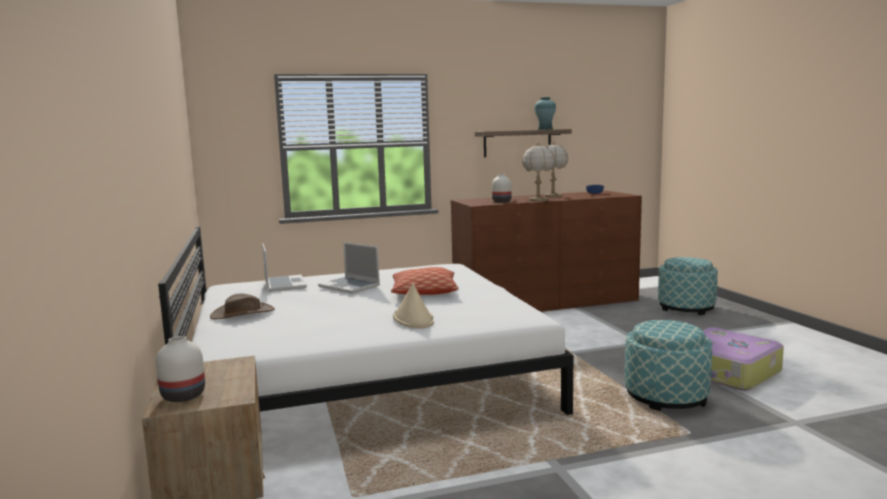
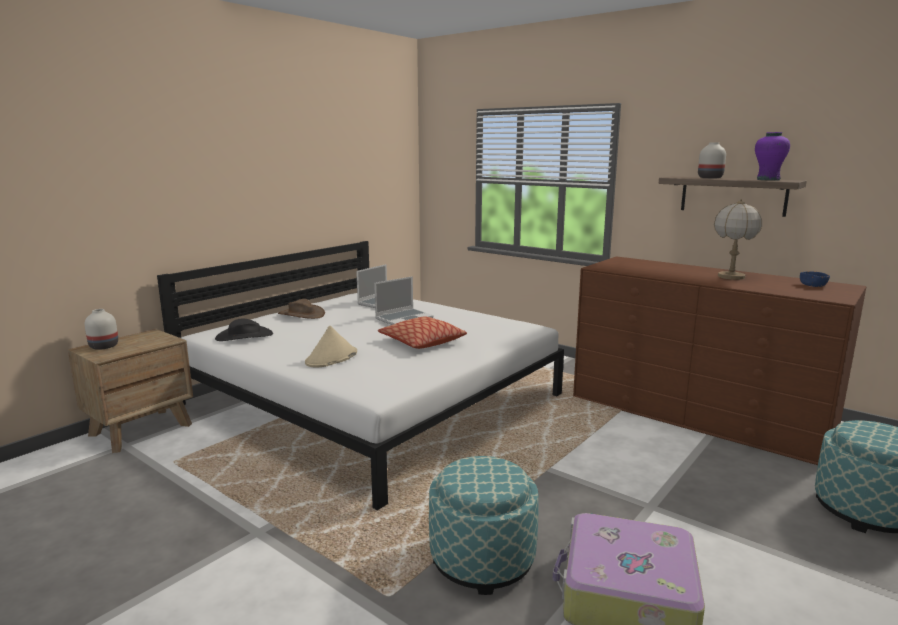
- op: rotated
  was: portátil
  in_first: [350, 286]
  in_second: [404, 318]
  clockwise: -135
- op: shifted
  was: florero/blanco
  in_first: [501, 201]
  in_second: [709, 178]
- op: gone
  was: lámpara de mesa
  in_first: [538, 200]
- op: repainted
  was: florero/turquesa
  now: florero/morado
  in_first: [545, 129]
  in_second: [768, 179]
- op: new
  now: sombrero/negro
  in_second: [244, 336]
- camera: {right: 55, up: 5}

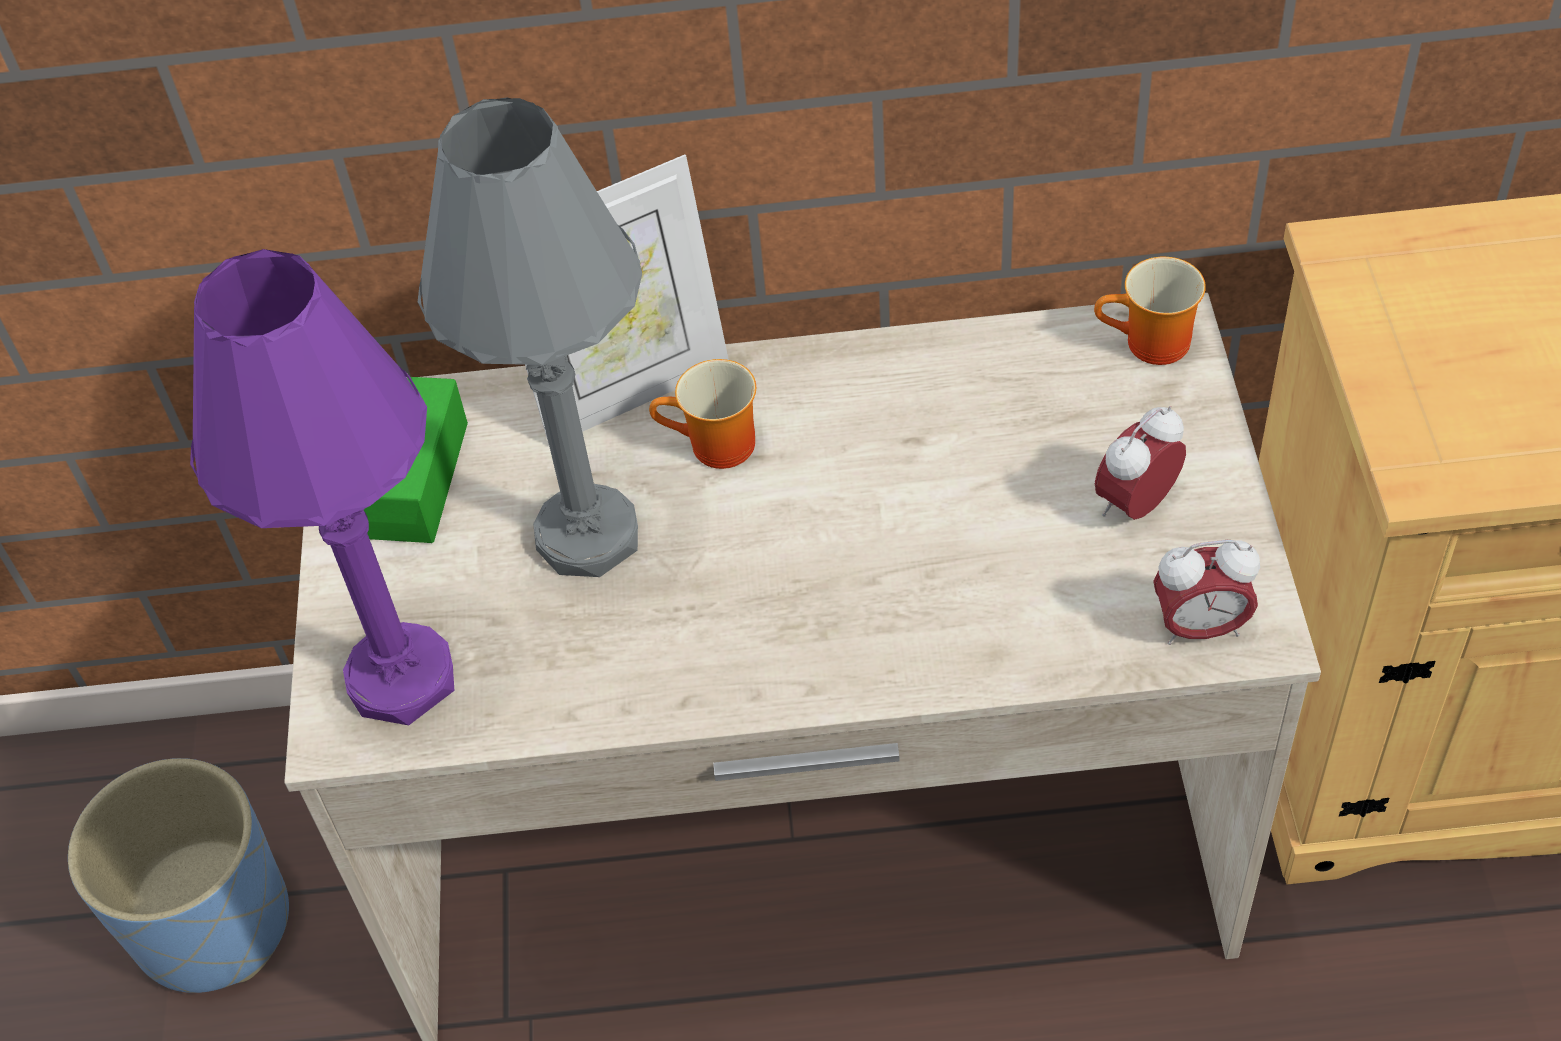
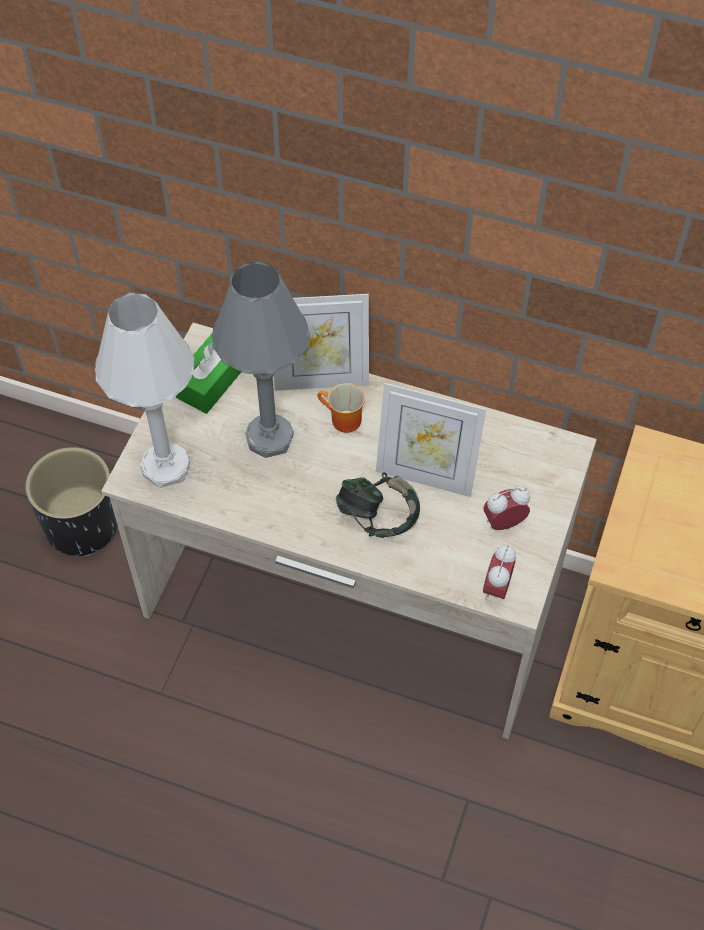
- op: repainted
  was: maceta/azul
  now: maceta/negro
  in_first: [215, 923]
  in_second: [83, 526]
- op: repainted
  was: lámpara de mesa/morado
  now: lámpara de mesa/blanco
  in_first: [402, 678]
  in_second: [166, 467]
- op: gone
  was: taza grande
  in_first: [1151, 346]
- op: rotated
  was: despertador
  in_first: [1199, 627]
  in_second: [497, 588]
  clockwise: 90
- op: new
  now: auriculares
  in_second: [377, 518]
- op: new
  now: portarretratos
  in_second: [425, 475]
- camera: {right: 20, up: 5}

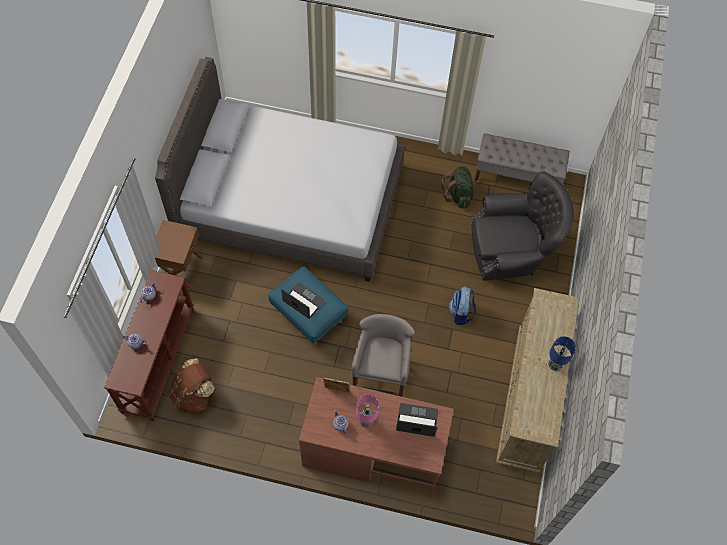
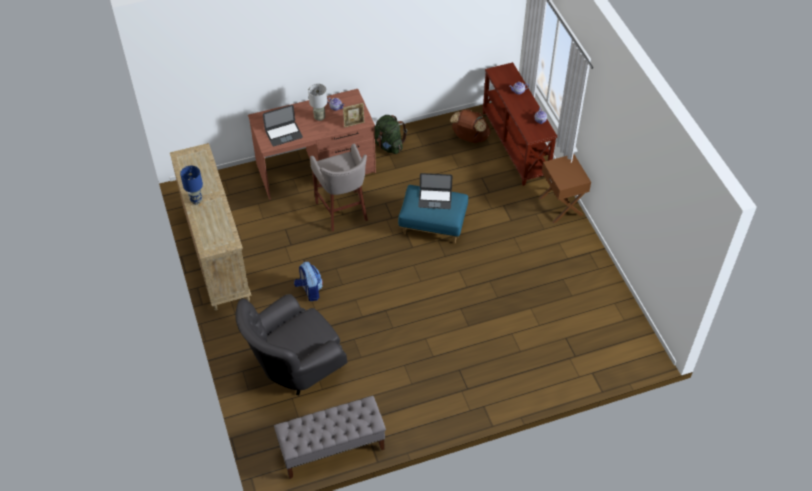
- op: gone
  was: cama/gris
  in_first: [290, 203]
- op: repainted
  was: lámpara de mesa/rosa
  now: lámpara de mesa/gris
  in_first: [366, 421]
  in_second: [319, 117]
- op: shifted
  was: mochila/verde
  in_first: [458, 195]
  in_second: [389, 145]
- camera: {right: 150, up: -10}

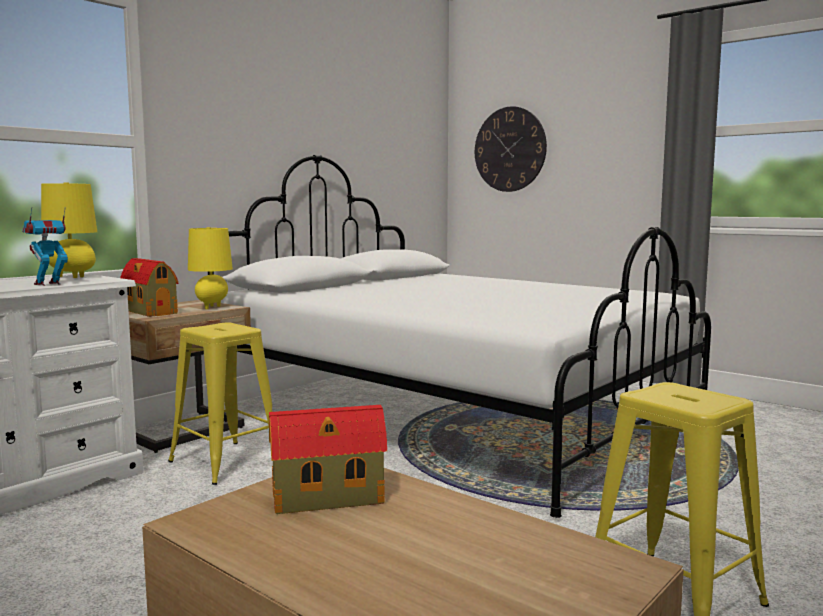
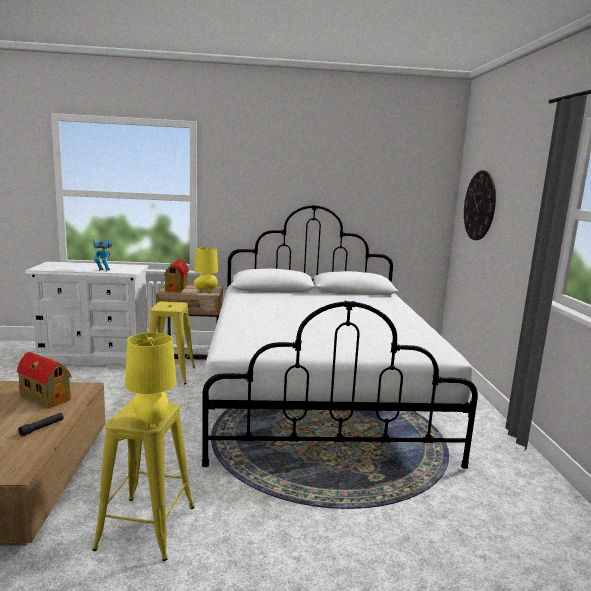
- op: shifted
  was: lámpara de mesa/amarillo
  in_first: [73, 277]
  in_second: [152, 423]
- op: new
  now: linterna/negro
  in_second: [42, 427]
- camera: {right: 45, up: 5}

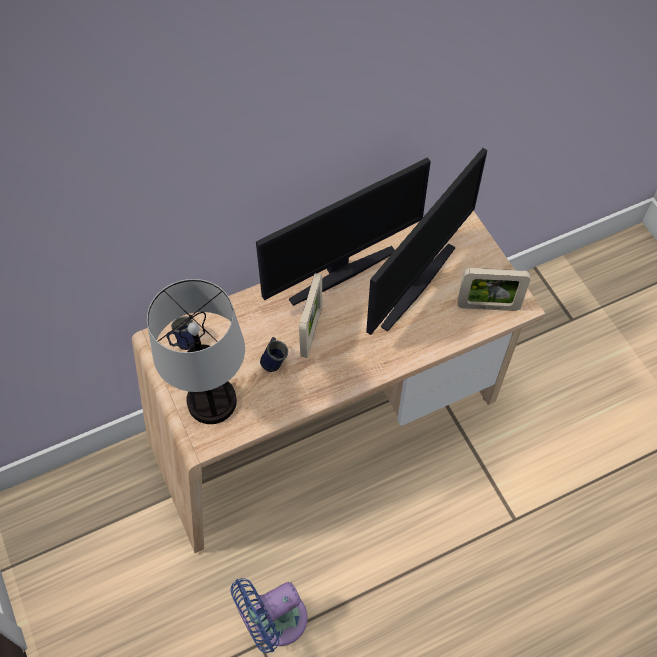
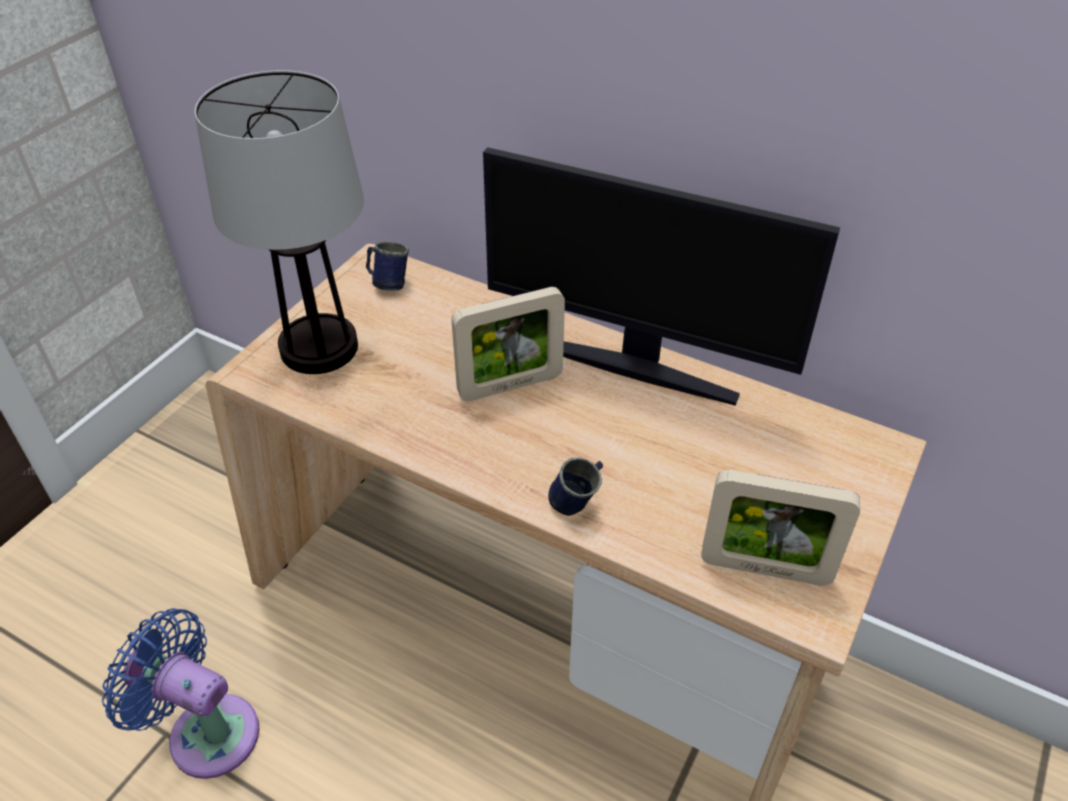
- op: shifted
  was: taza grande/azul
  in_first: [274, 360]
  in_second: [578, 502]
- op: gone
  was: monitor
  in_first: [415, 284]
- op: rotated
  was: portarretratos
  in_first: [488, 306]
  in_second: [765, 569]
  clockwise: -45
- camera: {right: 55, up: -15}

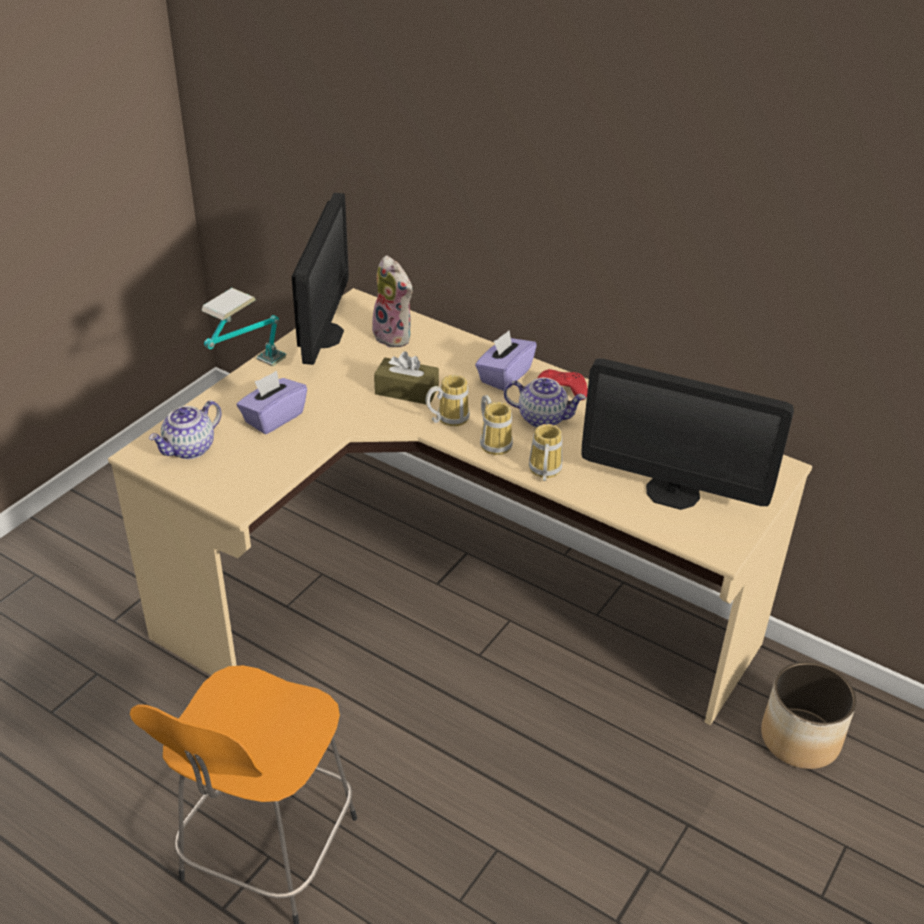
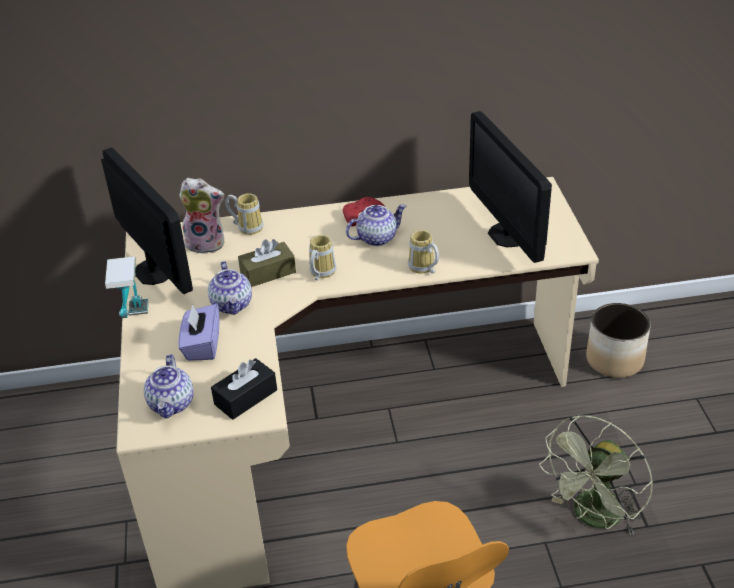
- op: gone
  was: caja de pañuelos/morado
  in_first: [504, 376]
- op: shifted
  was: taza grande
  in_first: [495, 442]
  in_second: [248, 226]
- op: rotated
  was: monitor
  in_first: [672, 492]
  in_second: [507, 235]
  clockwise: 90
- op: new
  now: tetera
  in_second: [232, 304]
- op: new
  now: caja de pañuelos/negro
  in_second: [246, 397]
- op: new
  now: ventilador/verde
  in_second: [594, 518]
- camera: {right: -40, up: 0}

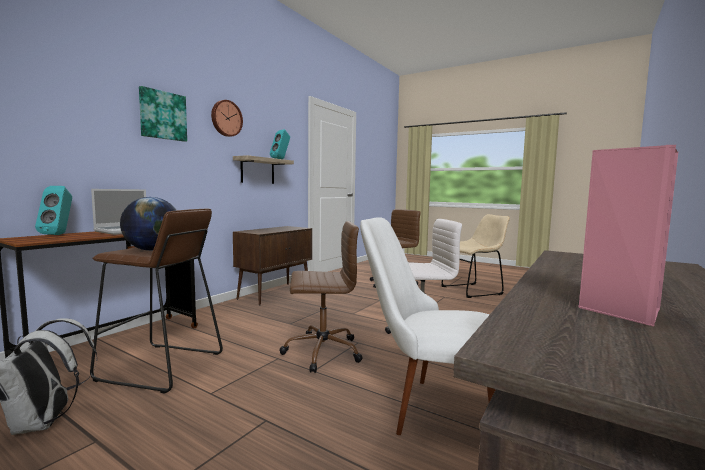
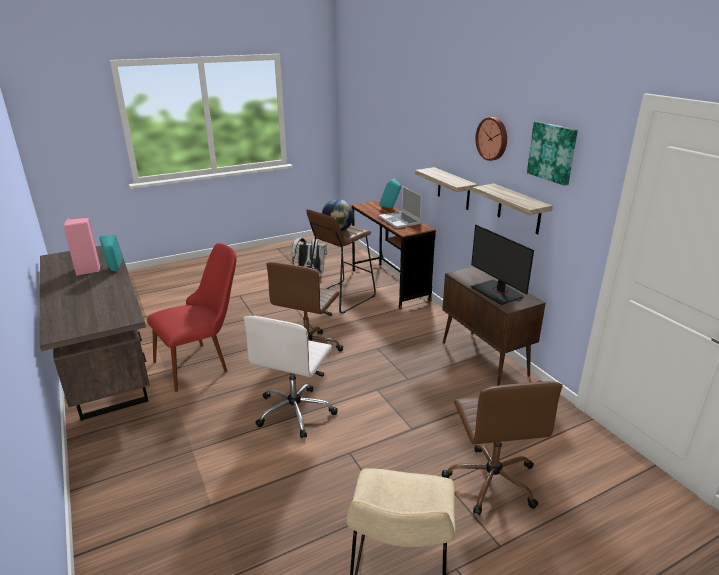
- op: shifted
  was: cuadro
  in_first: [162, 115]
  in_second: [553, 152]
- op: shifted
  was: altavoz/turquesa
  in_first: [281, 159]
  in_second: [115, 270]
- op: repainted
  was: silla/blanco
  now: silla/rojo
  in_first: [430, 409]
  in_second: [202, 362]
- op: new
  now: estante
  in_second: [453, 189]
- op: new
  now: monitor
  in_second: [497, 292]
- camera: {right: 120, up: 20}

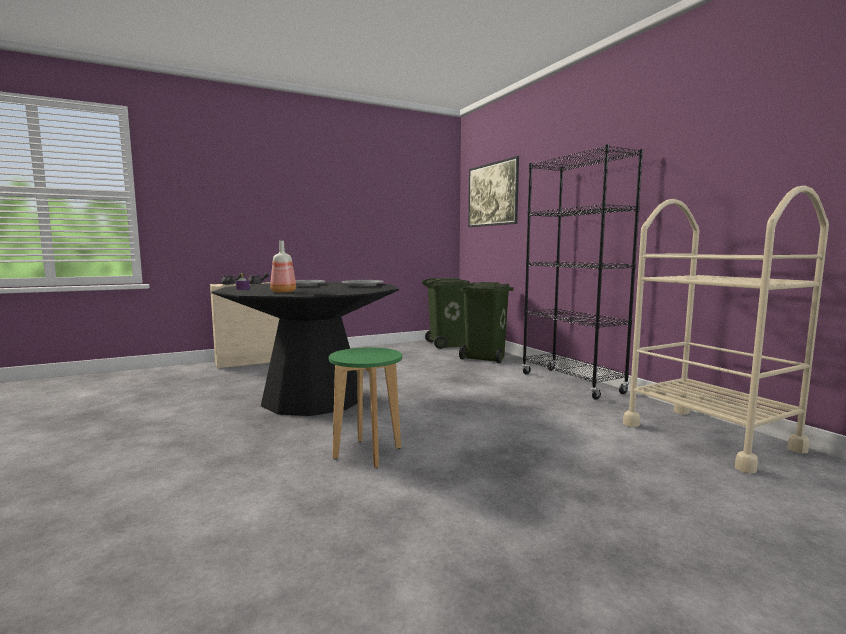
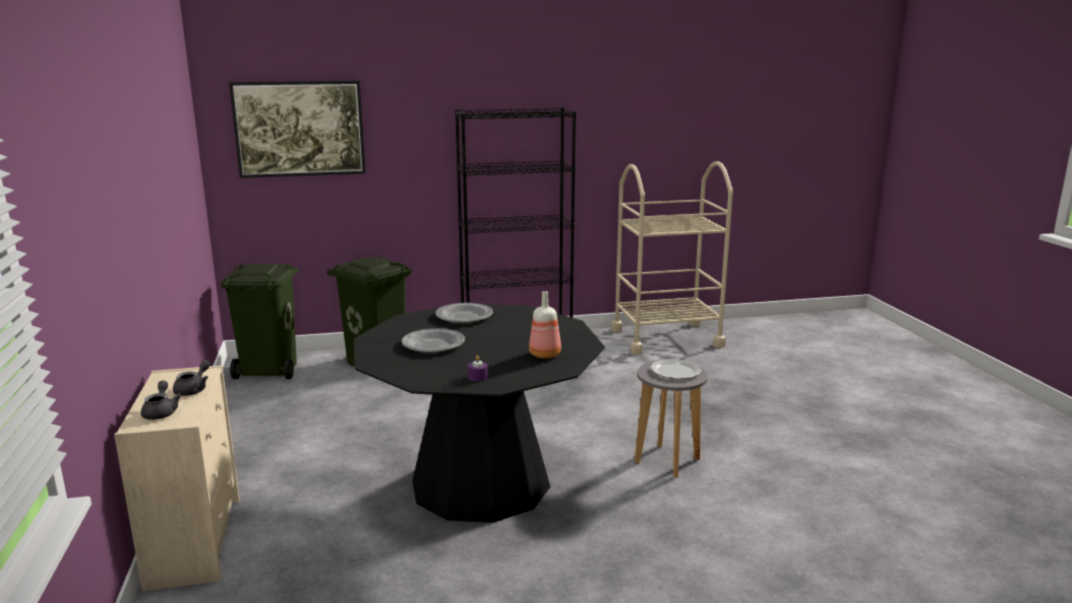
- op: repainted
  was: taburete/verde
  now: taburete/gris
  in_first: [367, 453]
  in_second: [667, 461]
- op: new
  now: plato
  in_second: [676, 371]
- camera: {right: -75, up: 10}

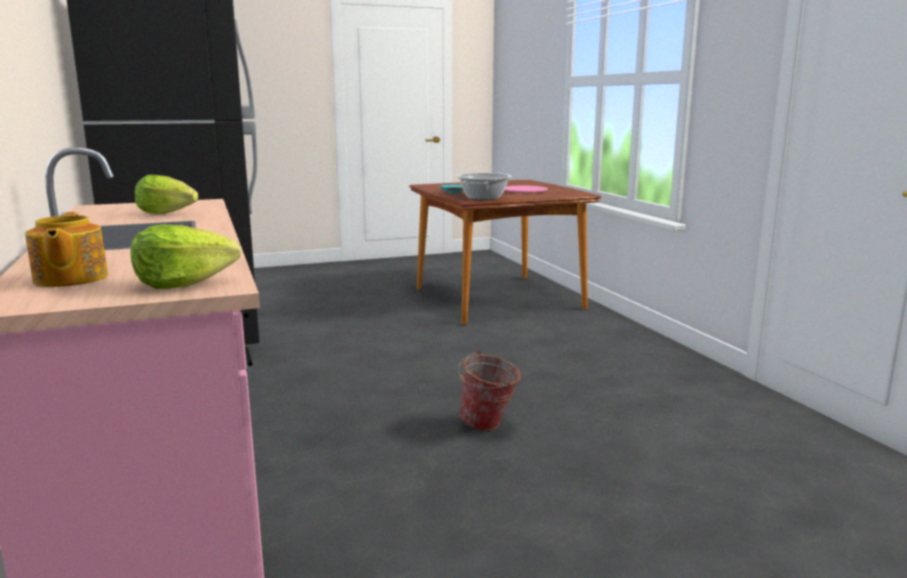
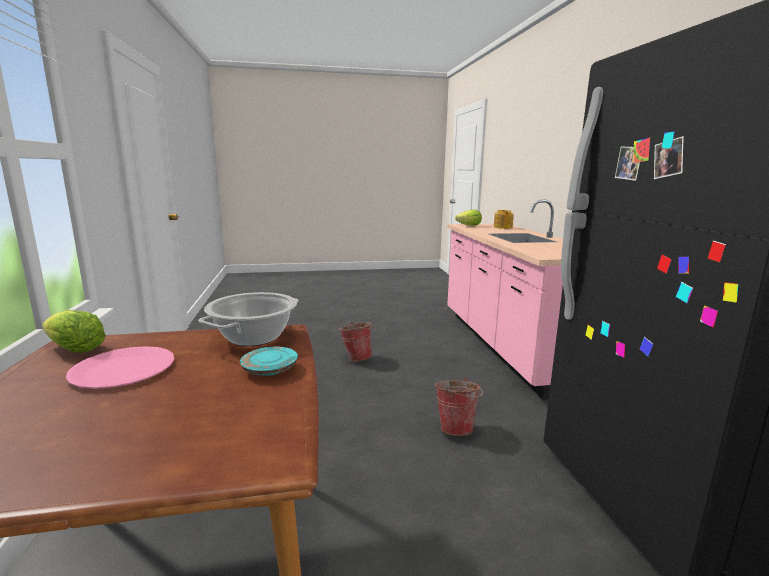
- op: shifted
  was: lechuga
  in_first: [166, 213]
  in_second: [75, 349]
- op: new
  now: cubo
  in_second: [456, 428]
- camera: {right: -170, up: 0}

